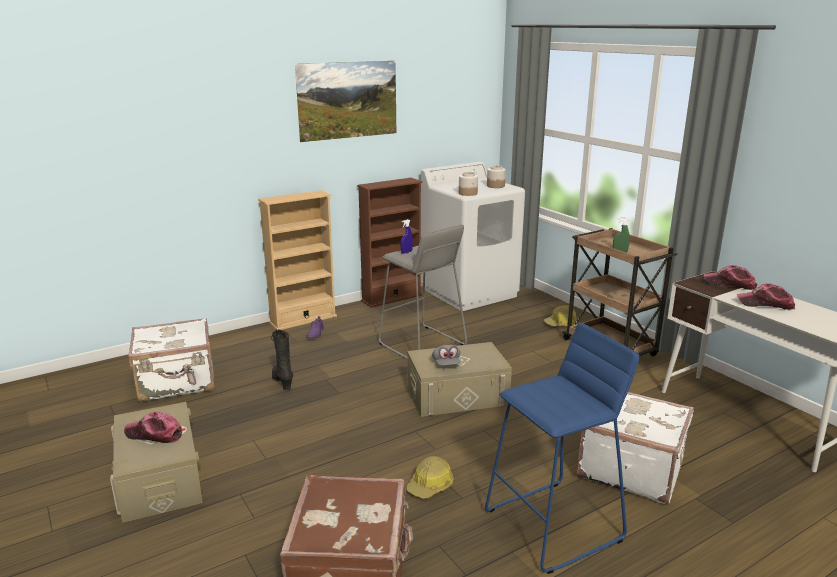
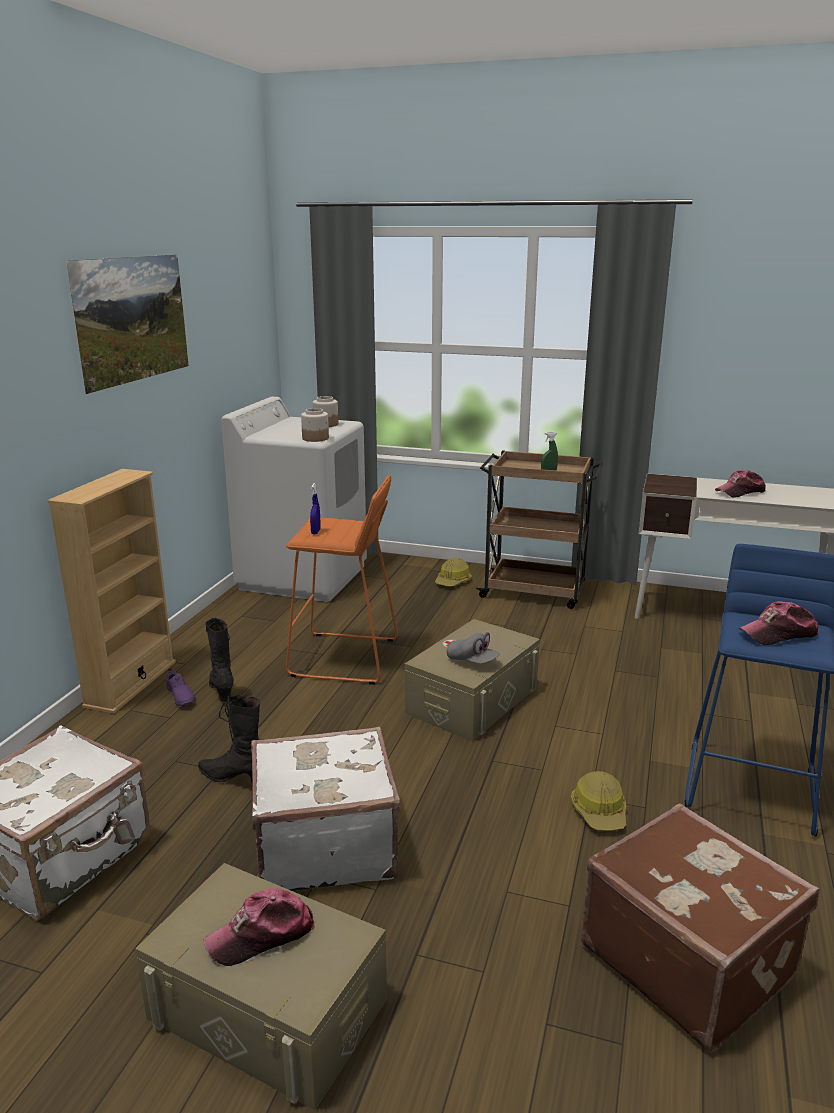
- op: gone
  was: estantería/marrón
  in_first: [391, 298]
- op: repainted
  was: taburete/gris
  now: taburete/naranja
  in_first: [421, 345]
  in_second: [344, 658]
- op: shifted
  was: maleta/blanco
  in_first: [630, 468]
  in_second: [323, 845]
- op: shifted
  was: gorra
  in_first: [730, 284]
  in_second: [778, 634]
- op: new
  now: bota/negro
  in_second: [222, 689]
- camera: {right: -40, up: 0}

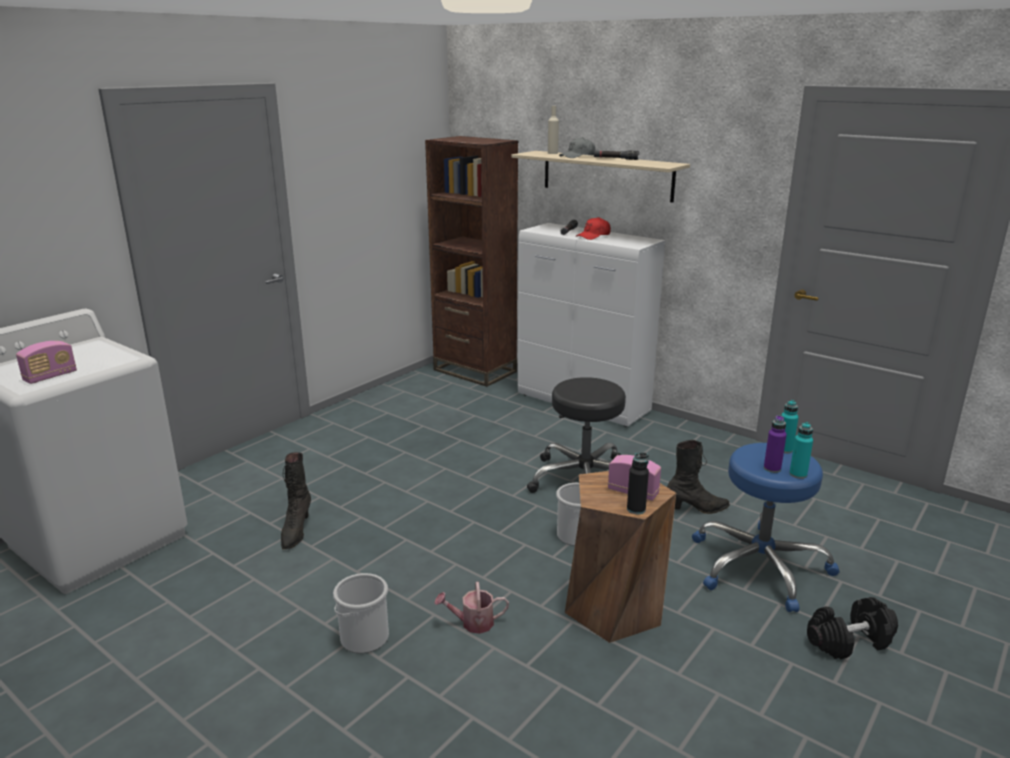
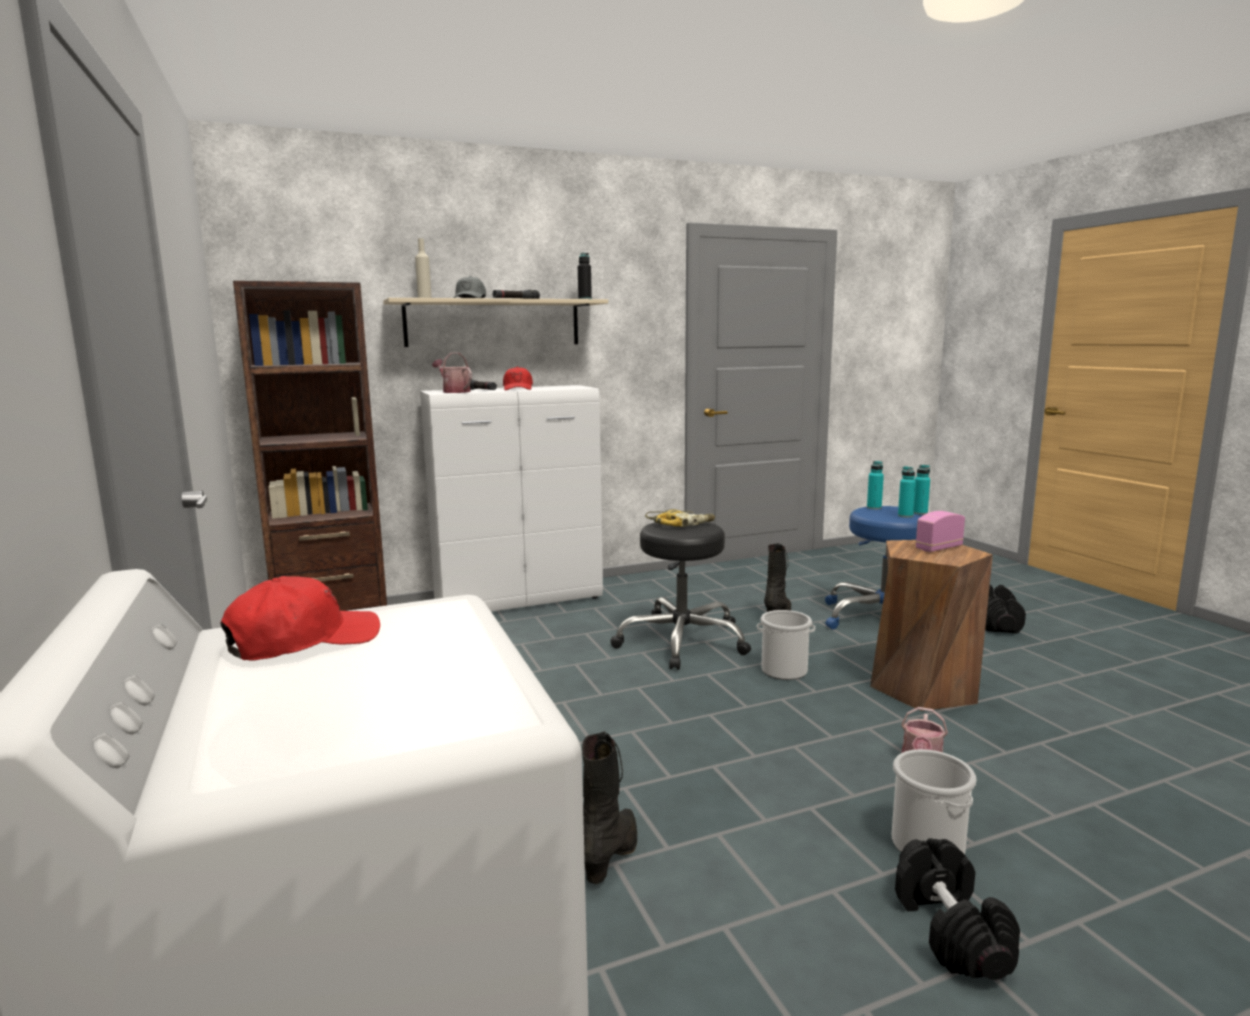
- op: gone
  was: radio
  in_first: [50, 377]
- op: rotated
  was: bota/negro
  in_first: [296, 531]
  in_second: [612, 855]
  clockwise: -105
- op: shifted
  was: botella/negro
  in_first: [636, 509]
  in_second: [584, 299]
- op: repainted
  was: botella/morado
  now: botella/turquesa
  in_first: [772, 468]
  in_second: [905, 516]
- op: new
  now: gorra/rojo
  in_second: [303, 642]
- op: new
  now: regadera
  in_second: [454, 391]
- op: new
  now: taladro
  in_second: [681, 524]
- op: new
  now: mancuerna/negro
  in_second: [950, 930]
- camera: {right: -60, up: -10}

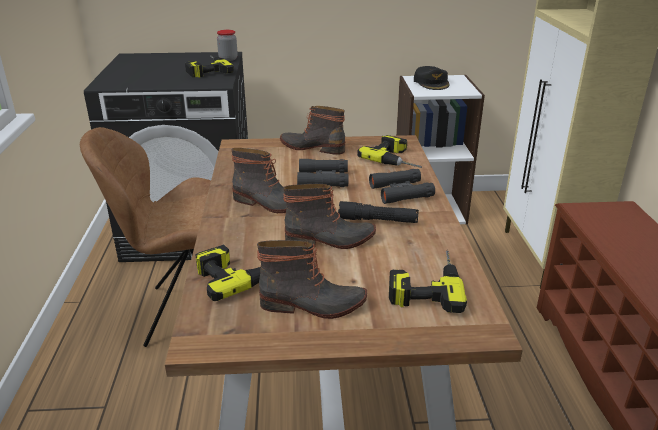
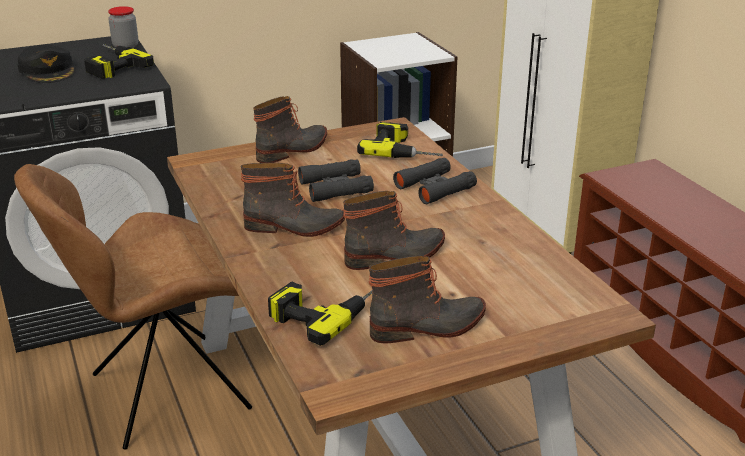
- op: rotated
  was: bota
  in_first: [313, 147]
  in_second: [293, 150]
  clockwise: 135
- op: gone
  was: linterna/negro
  in_first: [378, 220]
- op: gone
  was: taladro
  in_first: [425, 284]
- op: shifted
  was: gorra/negro
  in_first: [431, 83]
  in_second: [48, 71]
- camera: {right: -20, up: 0}

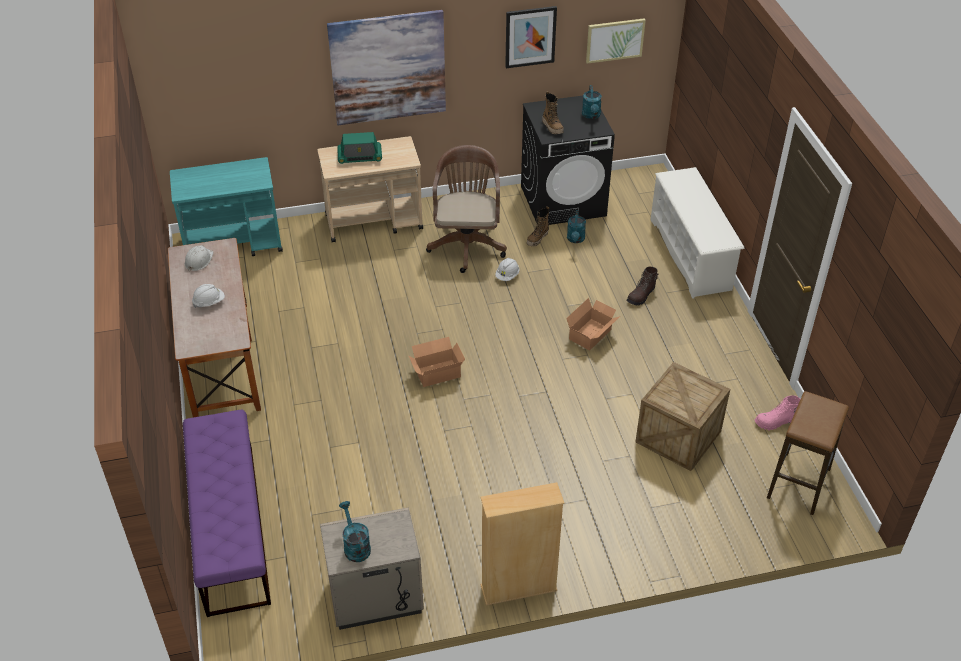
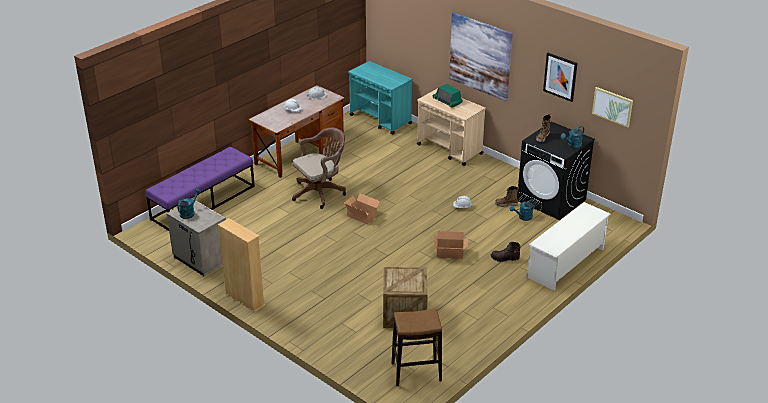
- op: shifted
  was: silla de oficina/marrón
  in_first: [467, 243]
  in_second: [320, 192]
- op: gone
  was: bota/rosa
  in_first: [776, 422]
- camera: {right: 55, up: -10}

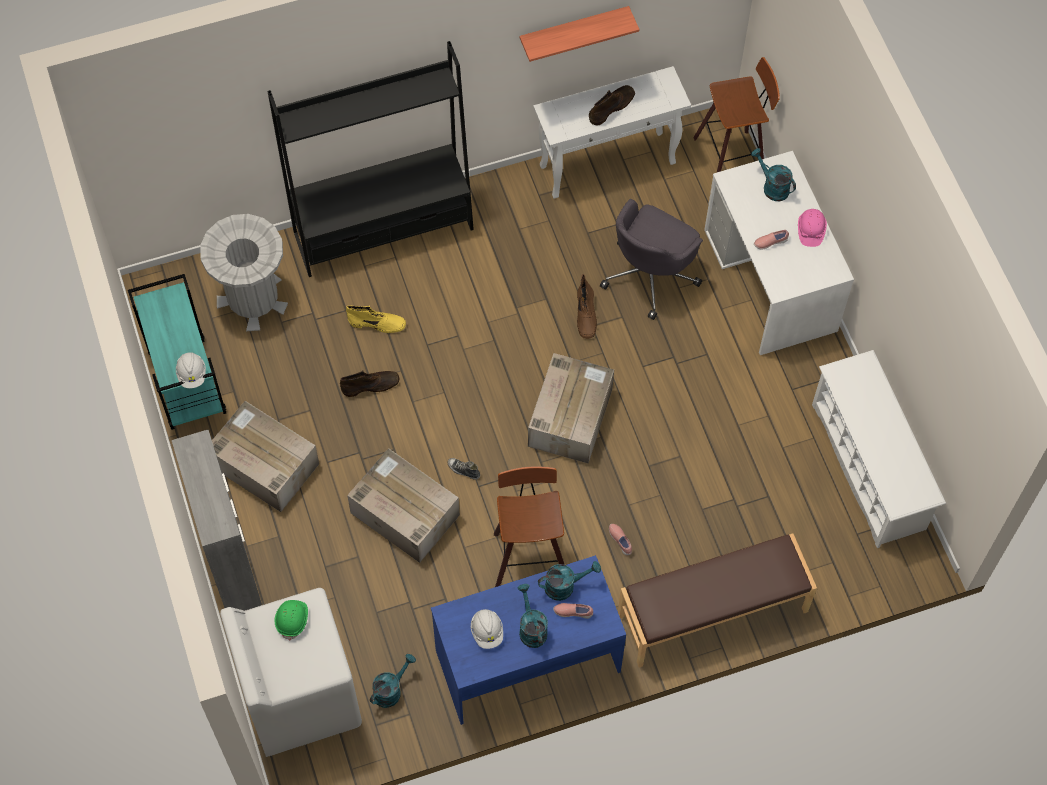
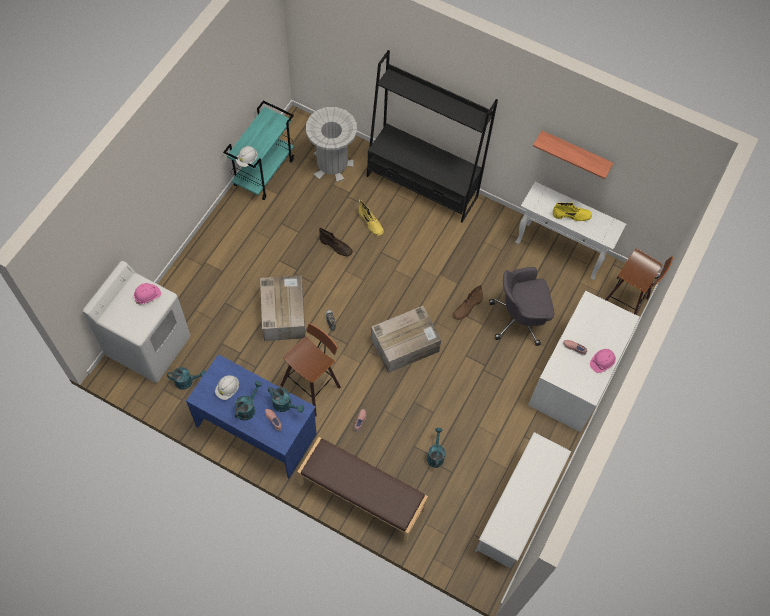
- op: gone
  was: armario/gris
  in_first: [231, 564]
- op: gone
  was: caja de cartón
  in_first: [264, 464]
- op: repainted
  was: casco/verde
  now: casco/rosa
  in_first: [292, 620]
  in_second: [148, 296]
- op: repainted
  was: bota/marrón
  now: bota/amarillo
  in_first: [612, 107]
  in_second: [572, 215]
- op: shifted
  was: regadera/turquesa
  in_first: [772, 186]
  in_second: [435, 455]
- camera: {right: 45, up: 0}

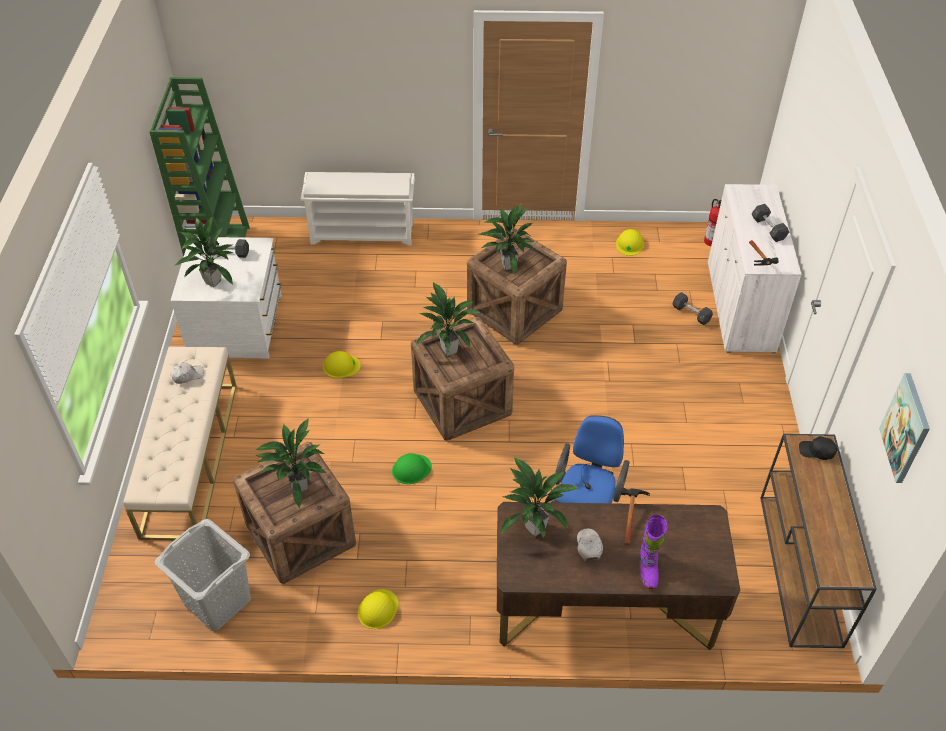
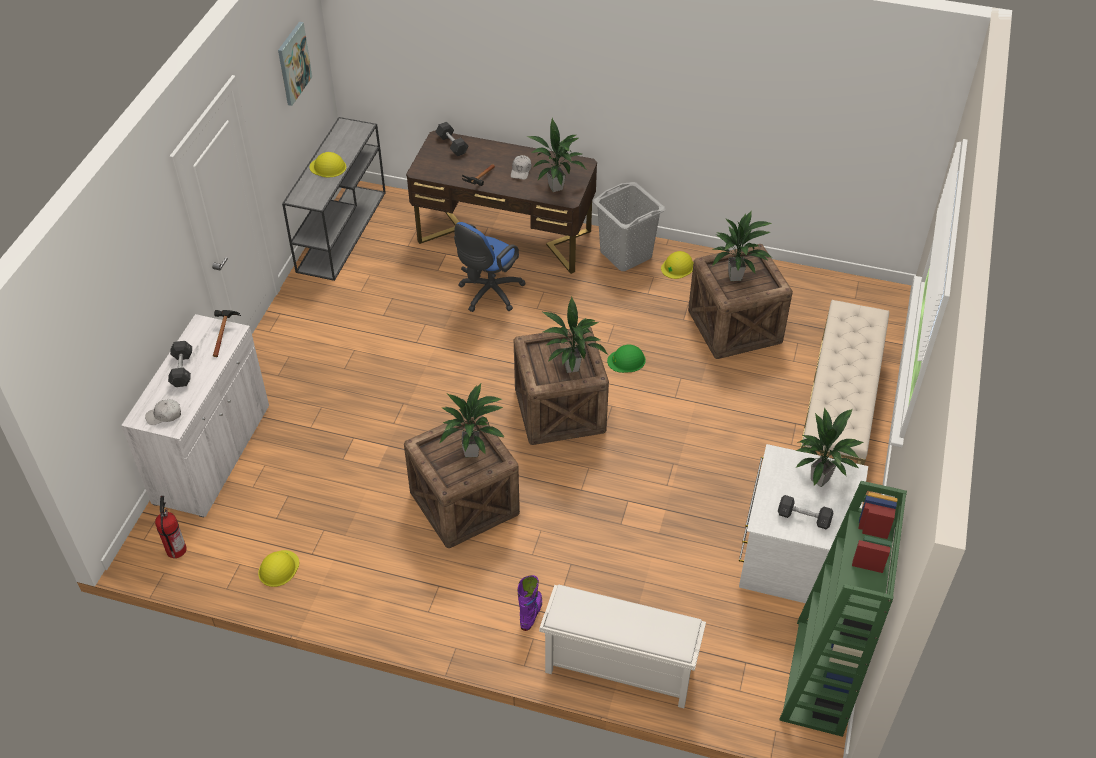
- op: shifted
  was: cesto de la ropa/gris
  in_first: [218, 601]
  in_second: [625, 255]
- op: shifted
  was: gorra/blanco
  in_first: [187, 375]
  in_second: [164, 415]
- op: shifted
  was: casco/amarillo
  in_first: [341, 366]
  in_second: [328, 167]
- op: shifted
  was: bota/morado
  in_first: [648, 569]
  in_second: [531, 613]
- op: shifted
  was: mancuerna/gris
  in_first: [691, 313]
  in_second: [452, 145]
- op: repainted
  was: mesa consola/marrón
  now: mesa consola/gris
  in_first: [800, 570]
  in_second: [342, 230]
- op: gone
  was: gorra/negro
  in_first: [817, 451]
- camera: {right: -165, up: 0}

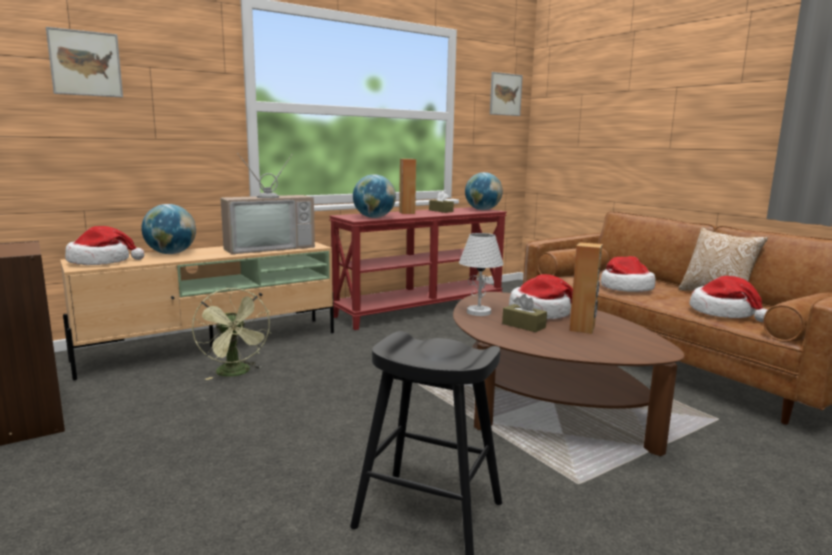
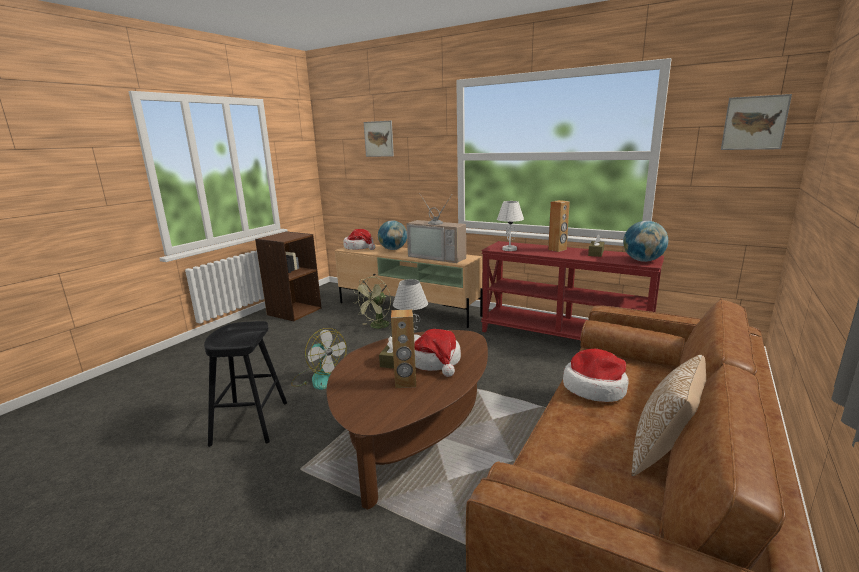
- op: swapped
  was: globo terráqueo
  now: lámpara de mesa/blanco
  in_first: [374, 217]
  in_second: [509, 249]
- op: gone
  was: sombrero
  in_first: [723, 313]
- op: new
  now: ventilador
  in_second: [319, 378]
- camera: {right: 65, up: 5}

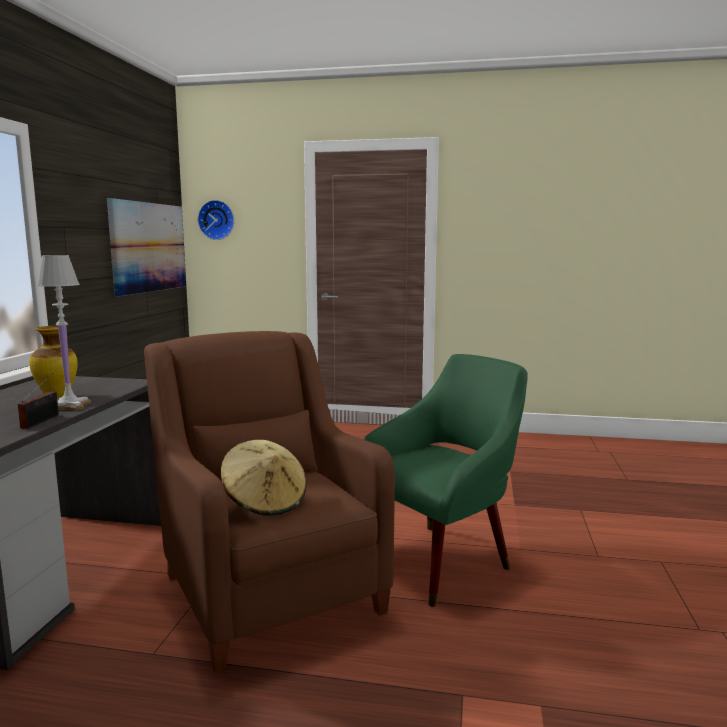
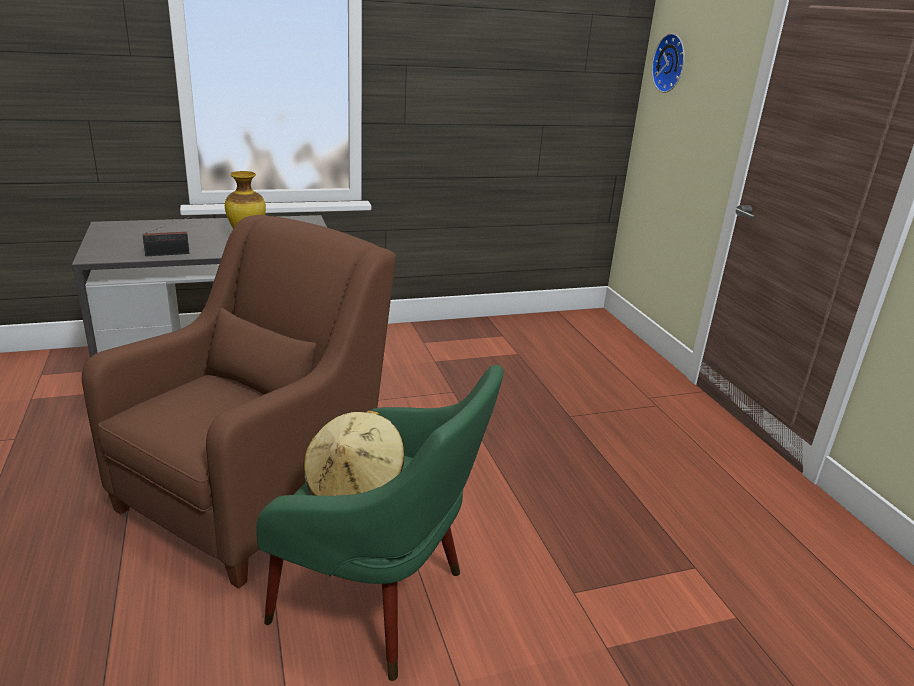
- op: gone
  was: lámpara de mesa/blanco
  in_first: [70, 406]
- op: gone
  was: cuadro
  in_first: [148, 247]
- op: shifted
  was: sombrero/beis
  in_first: [265, 502]
  in_second: [354, 486]
- camera: {right: 60, up: 15}

